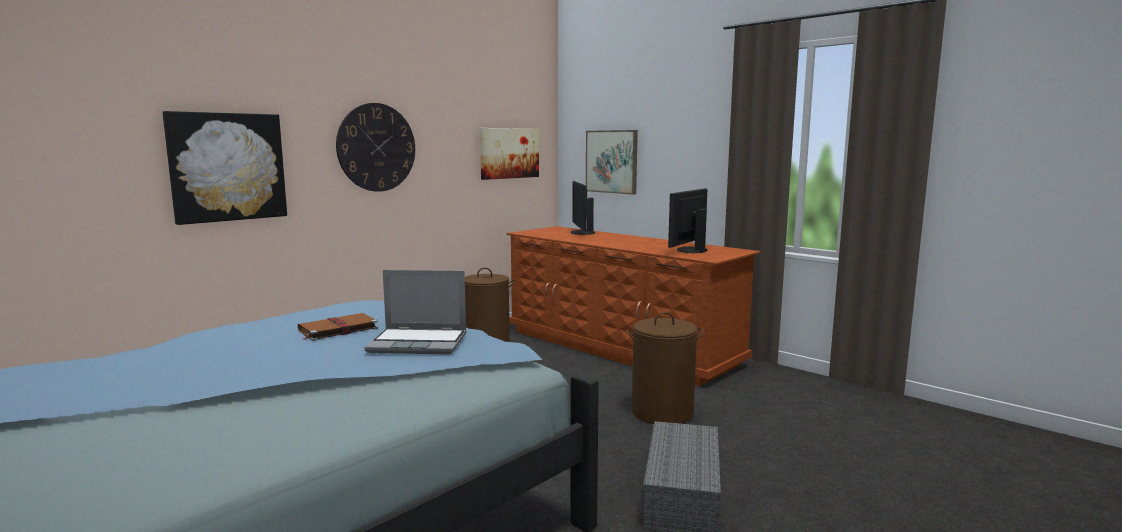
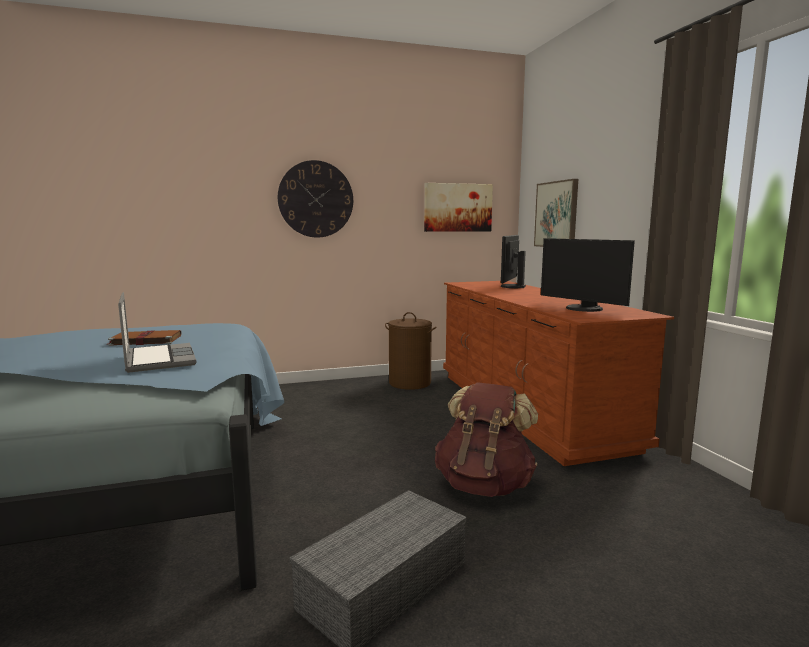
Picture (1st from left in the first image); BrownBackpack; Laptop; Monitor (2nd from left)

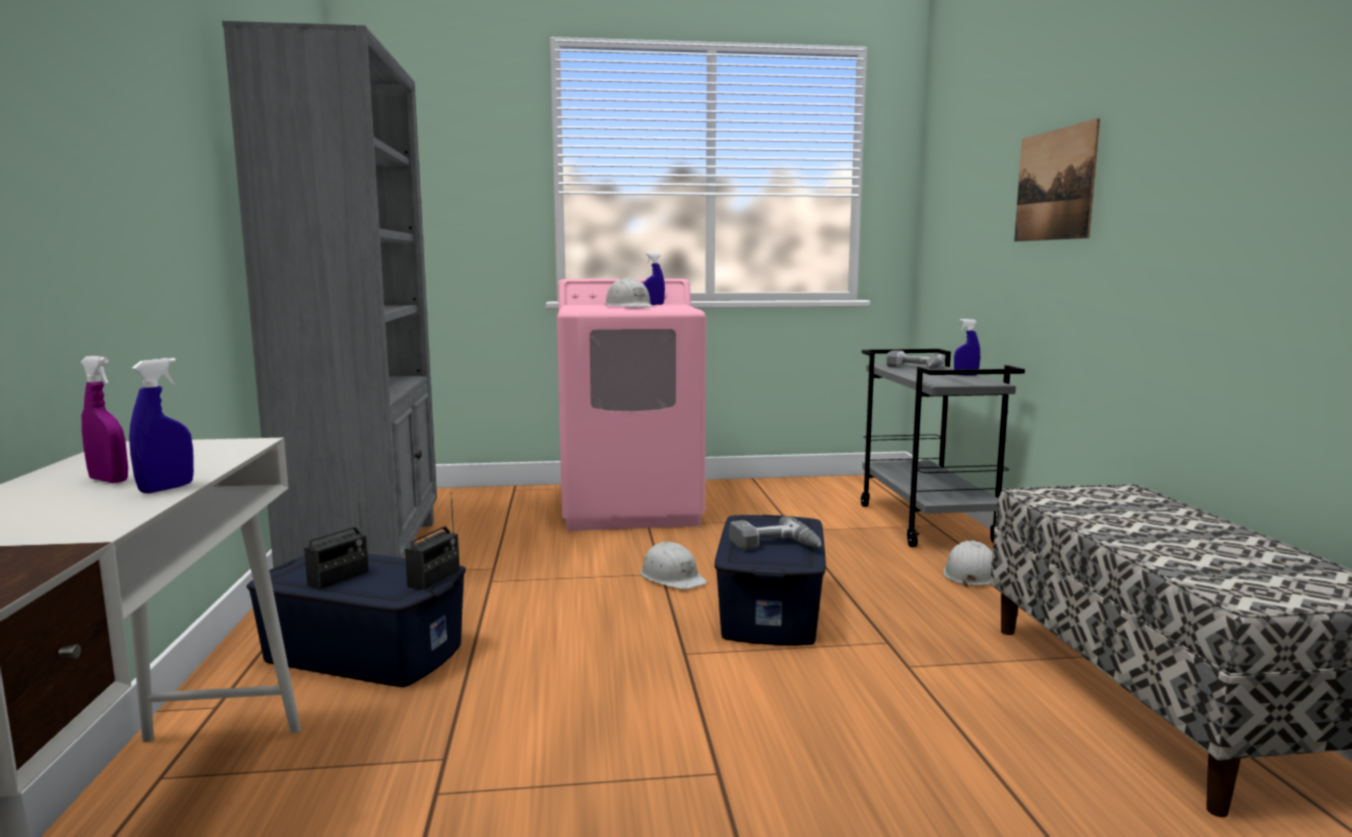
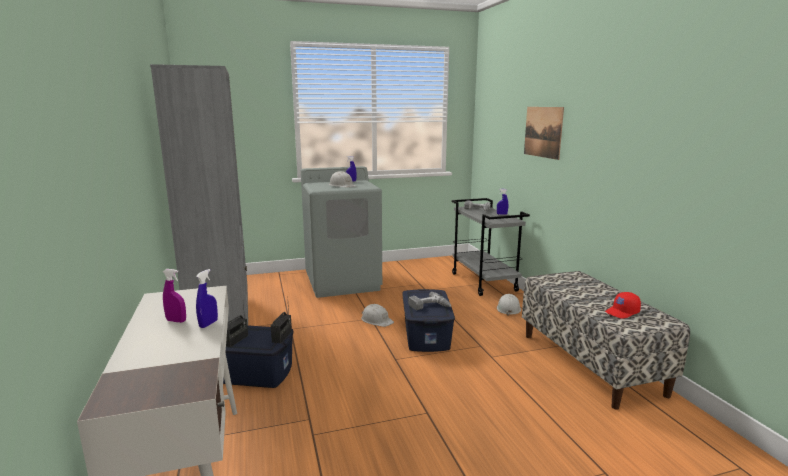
RedCap; GreyWashingMachine

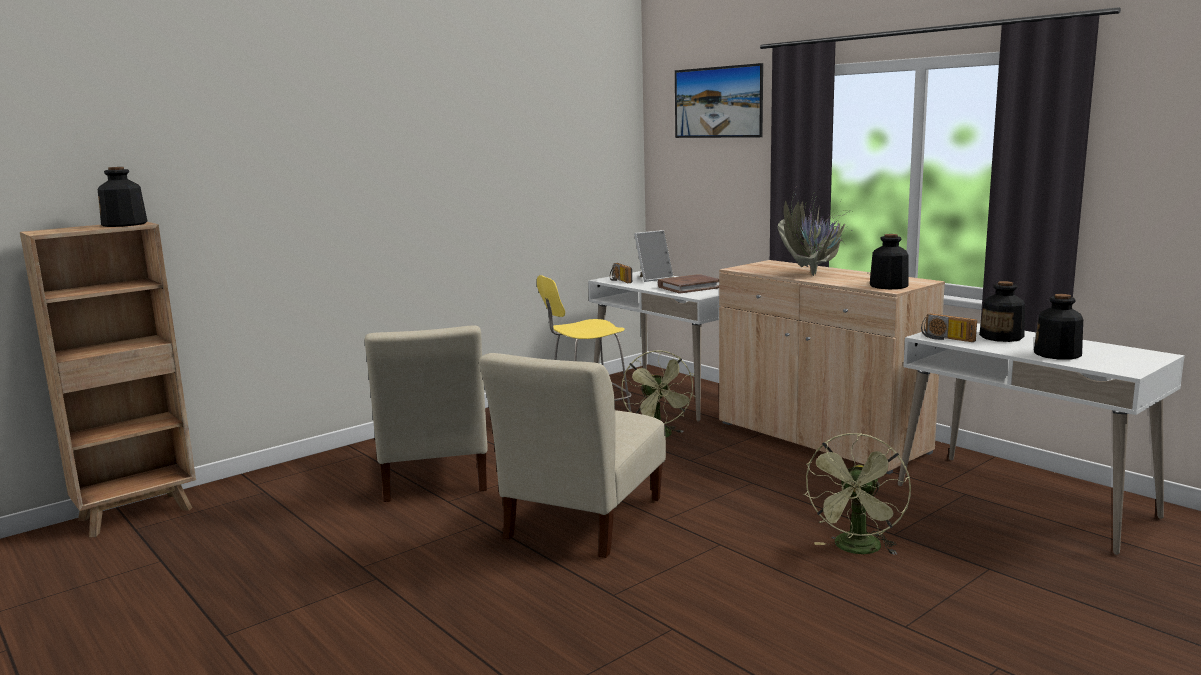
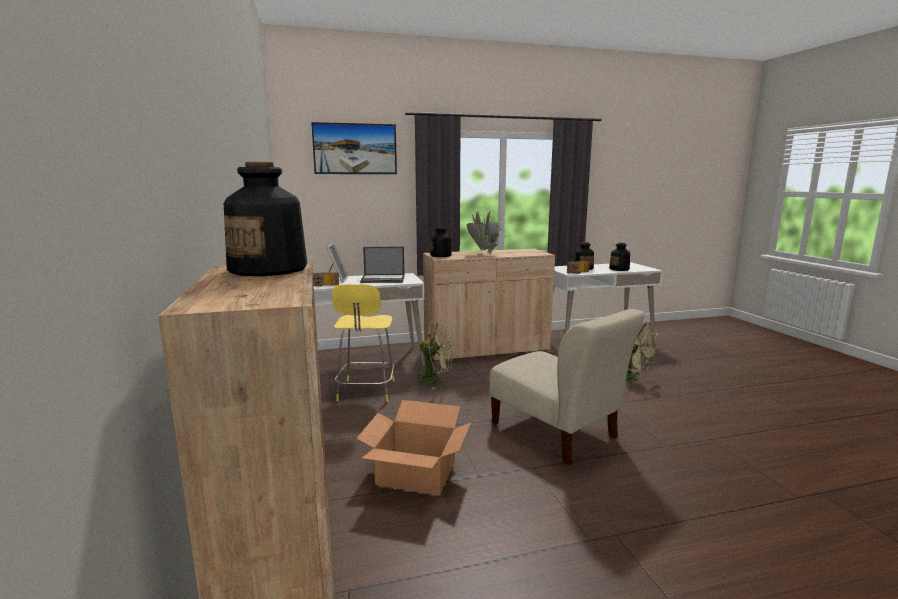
Bottle (2nd from left); CardboardBox; Laptop

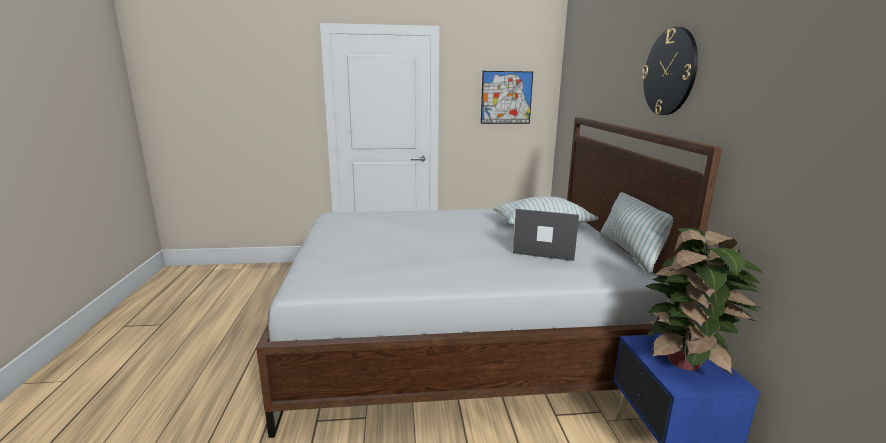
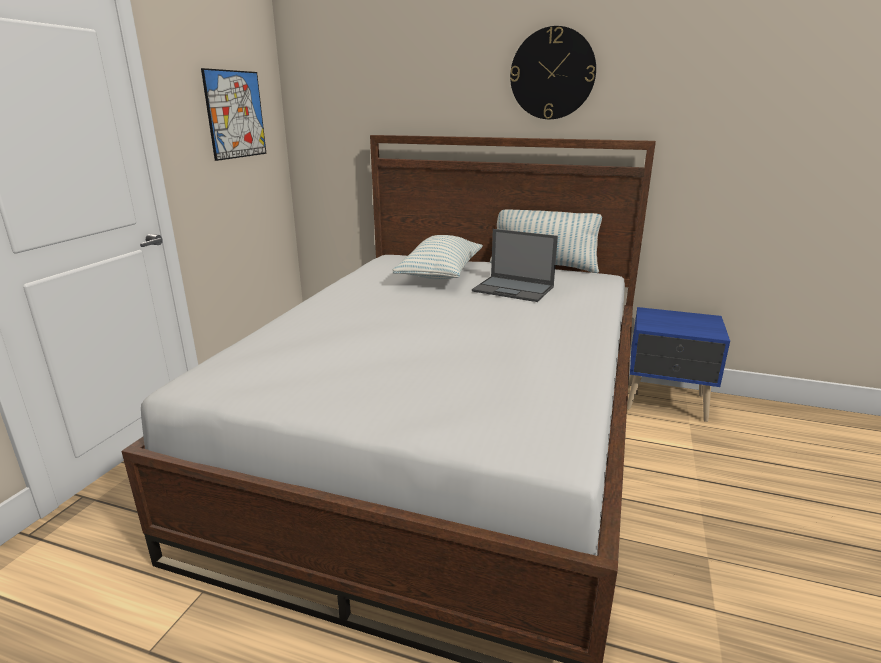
PottedPlant; Laptop

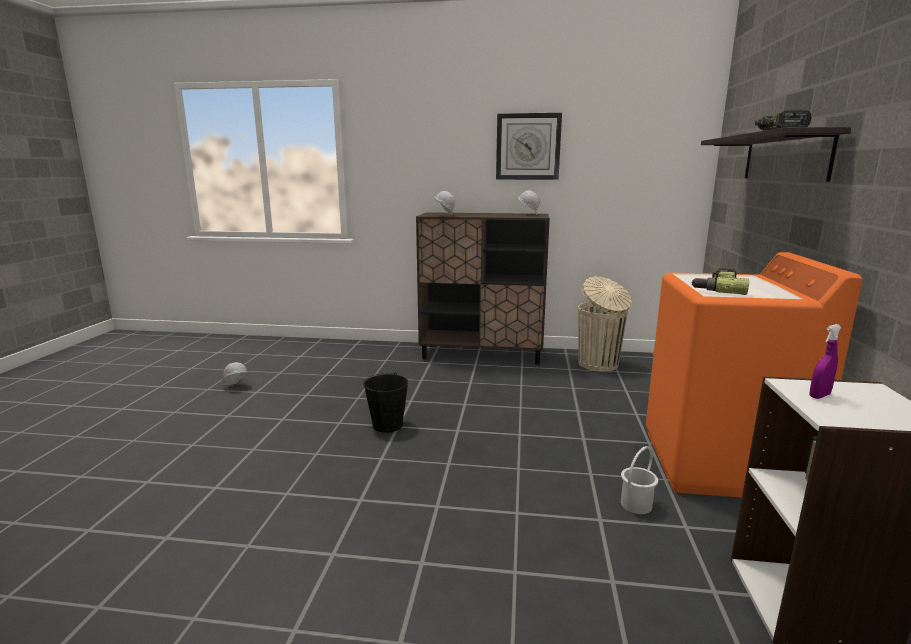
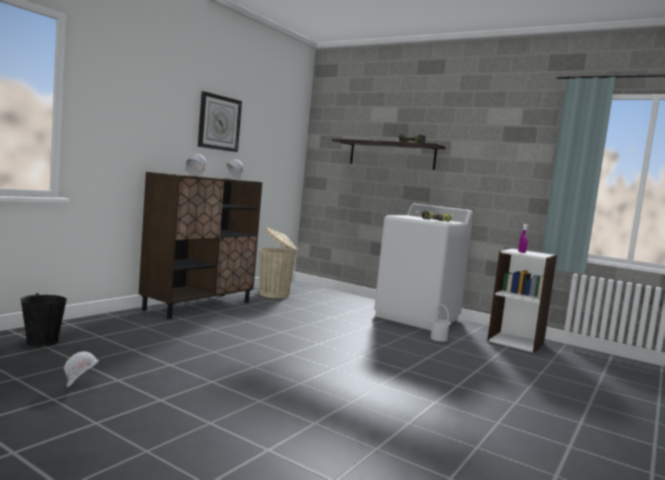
BlackBucket; WhiteWashingMachine

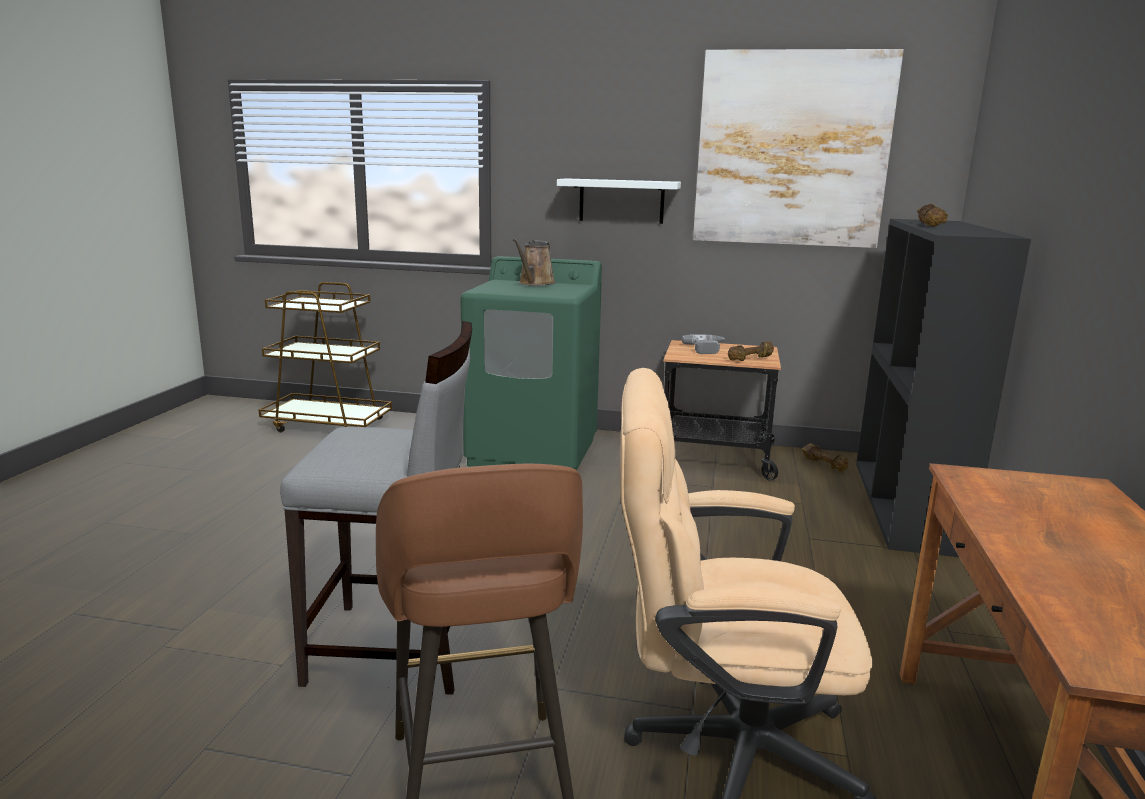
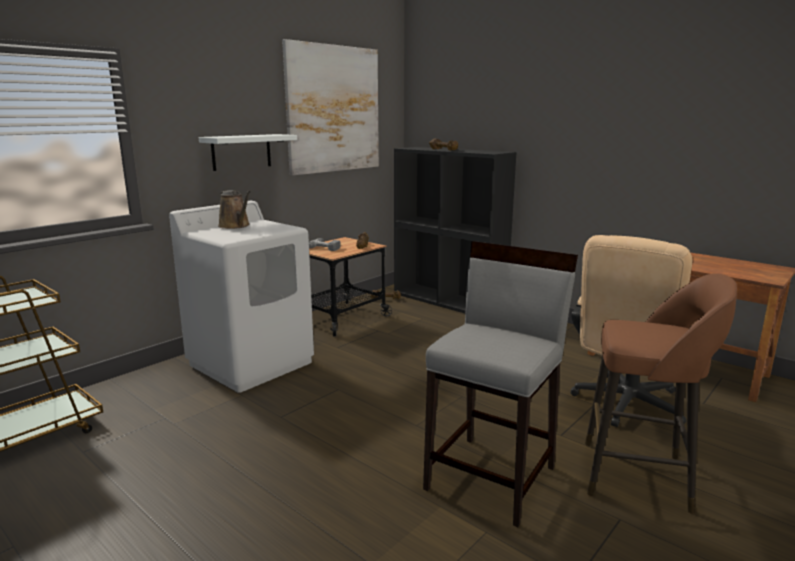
WhiteWashingMachine

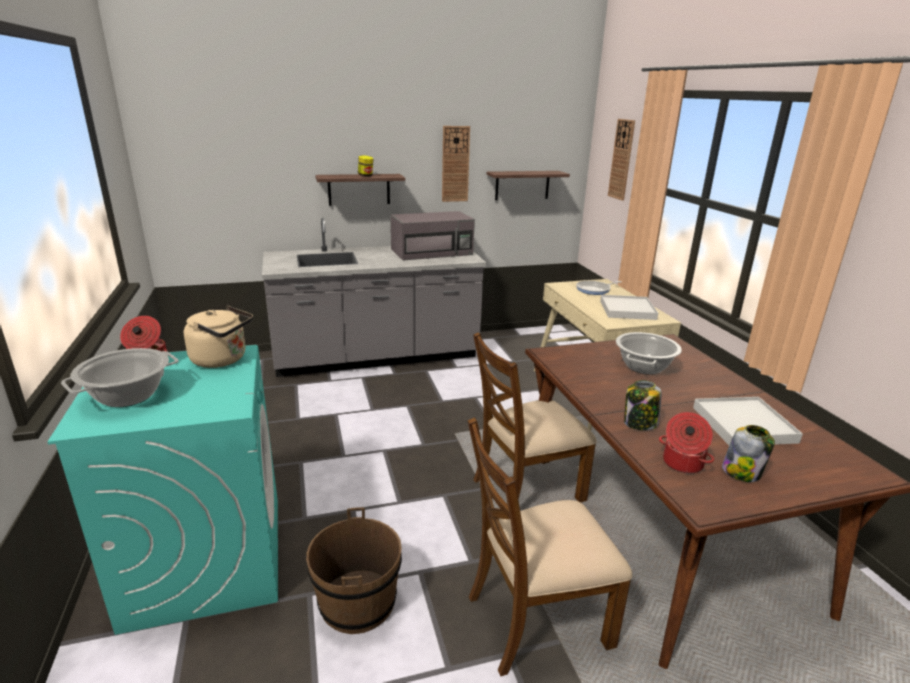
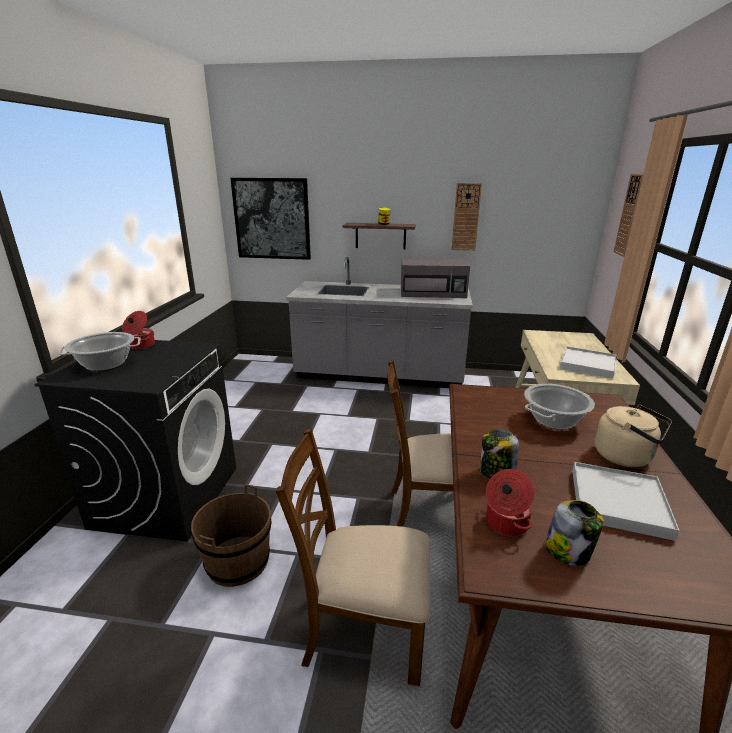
Shelf (2nd from left in the first image); FryingPan; Picture; BeigeKettle; BlackWashingMachine

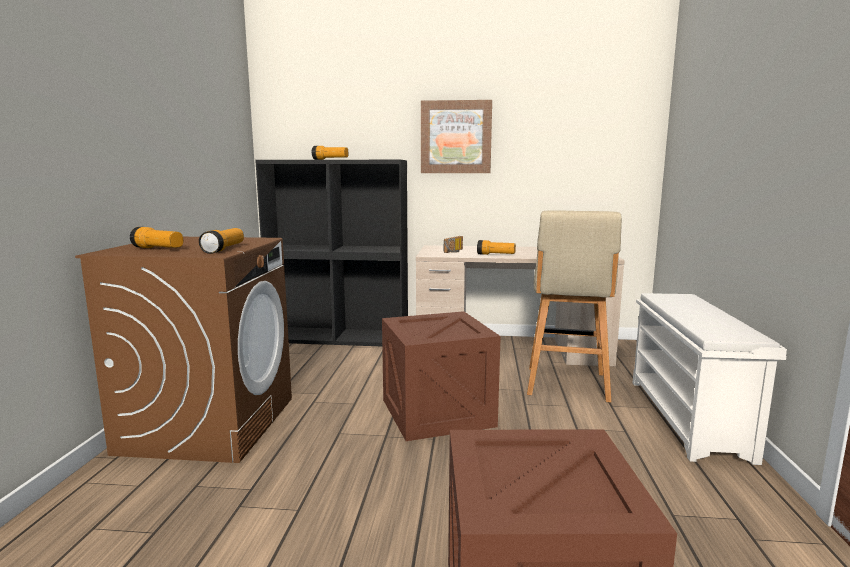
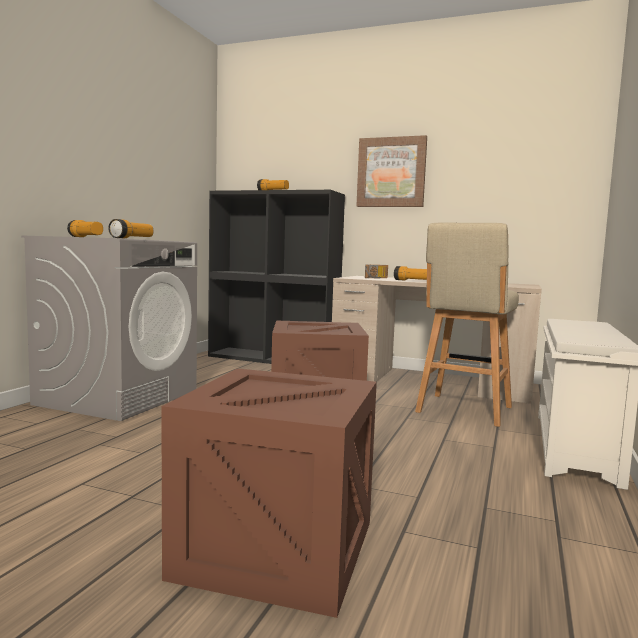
GreyWashingMachine

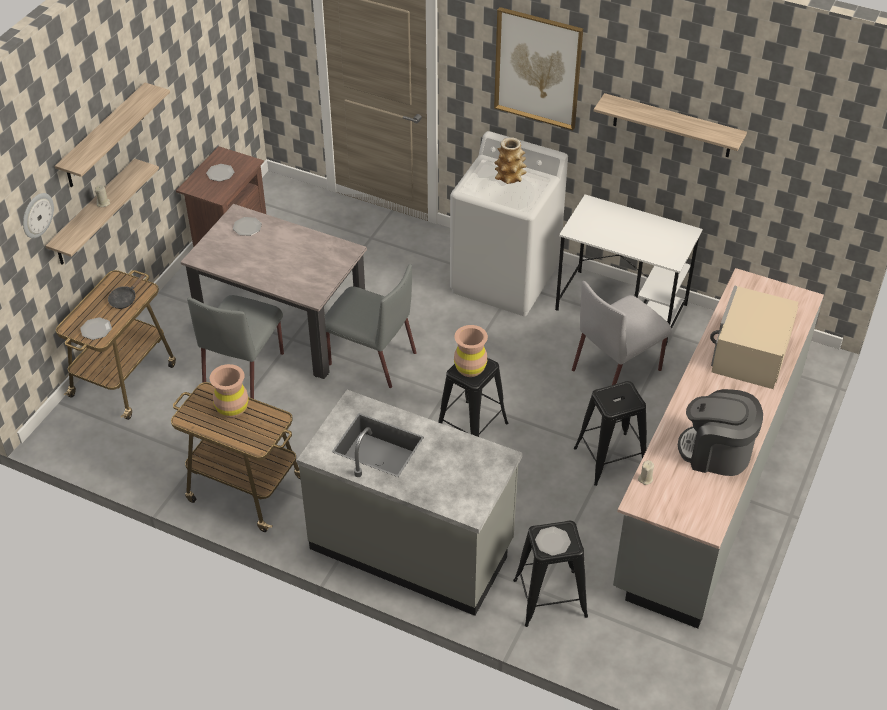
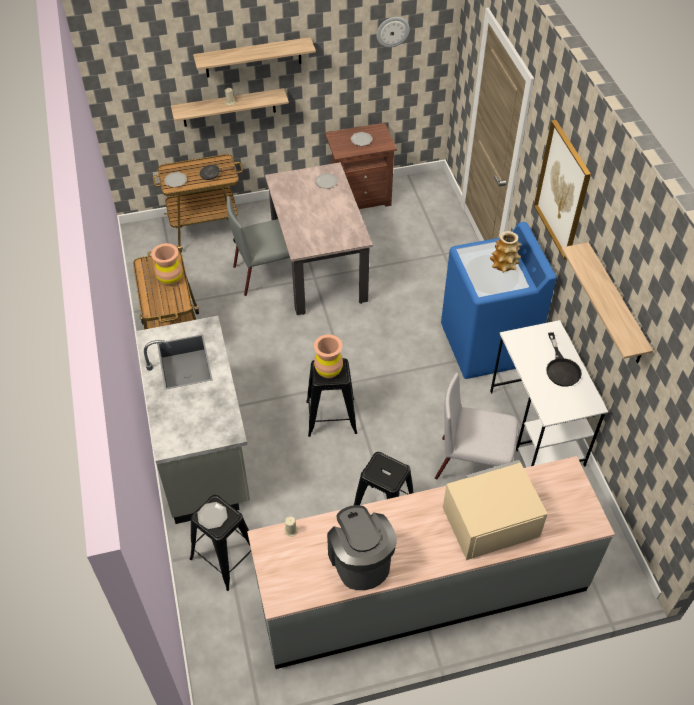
GreyChair (2nd from left in the first image); BlackFryingPan (2nd from left); WallClock; BlueWashingMachine

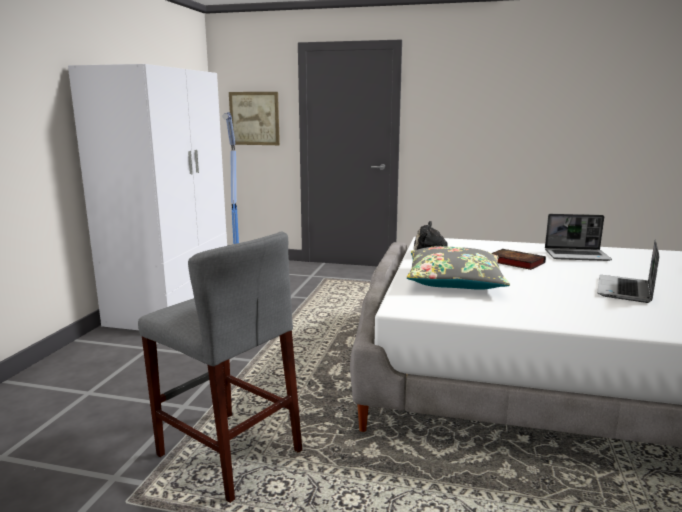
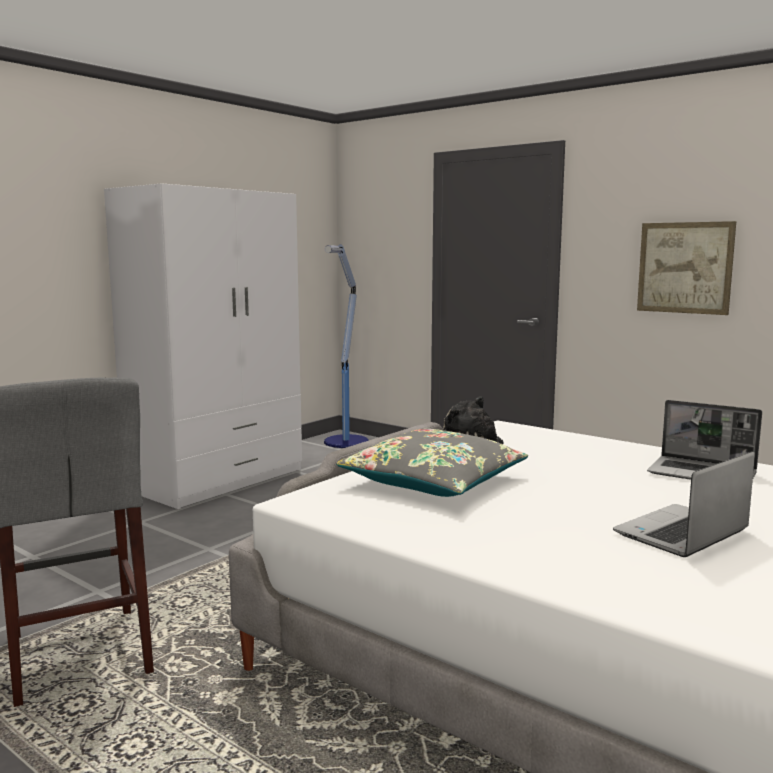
Book; Picture

